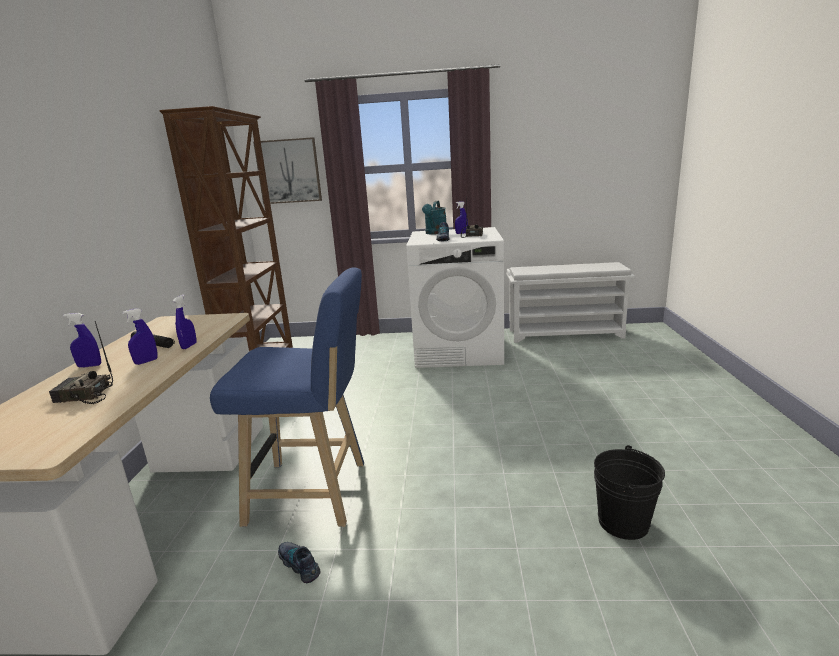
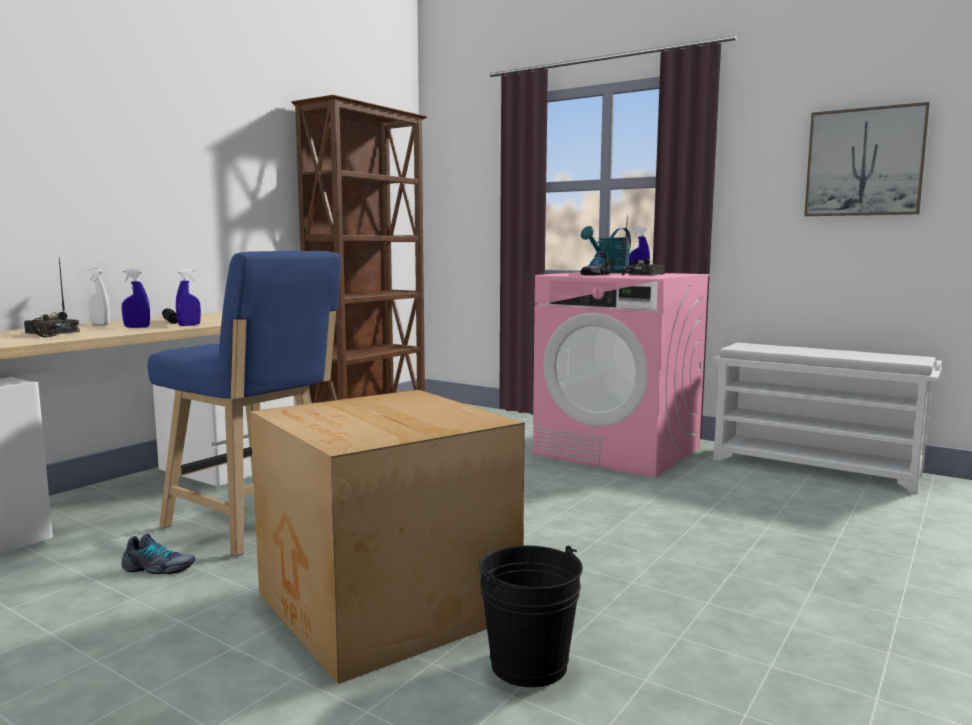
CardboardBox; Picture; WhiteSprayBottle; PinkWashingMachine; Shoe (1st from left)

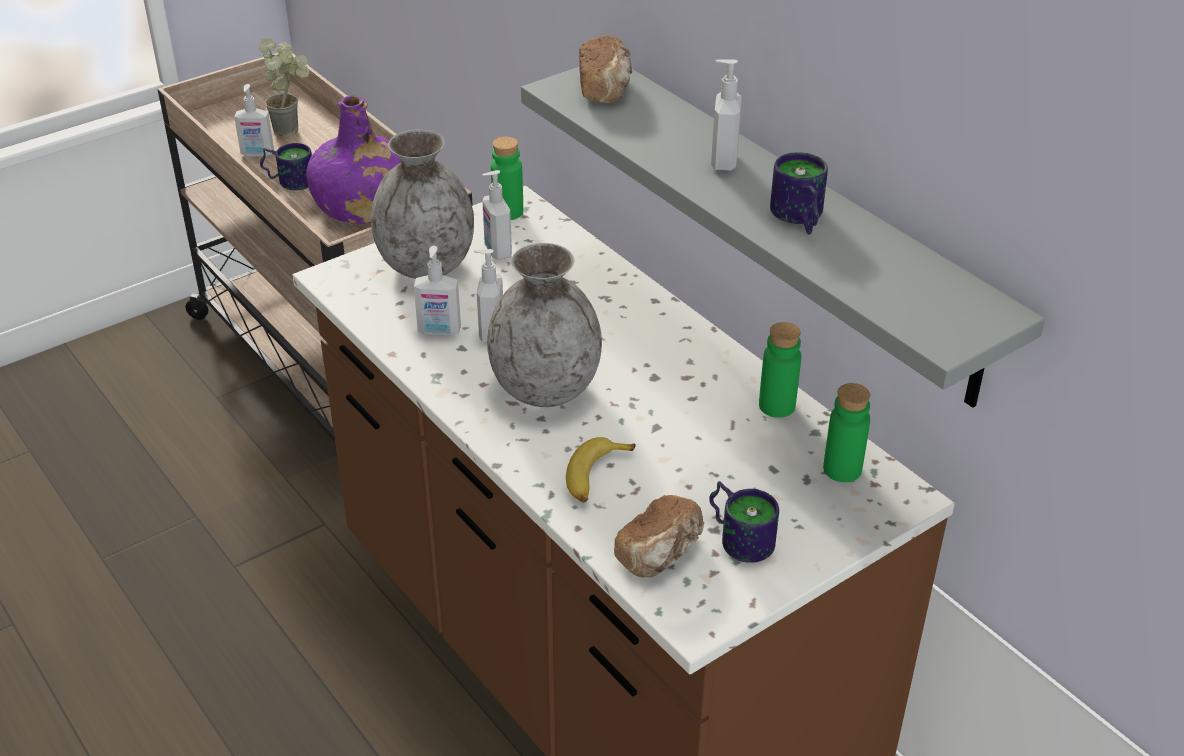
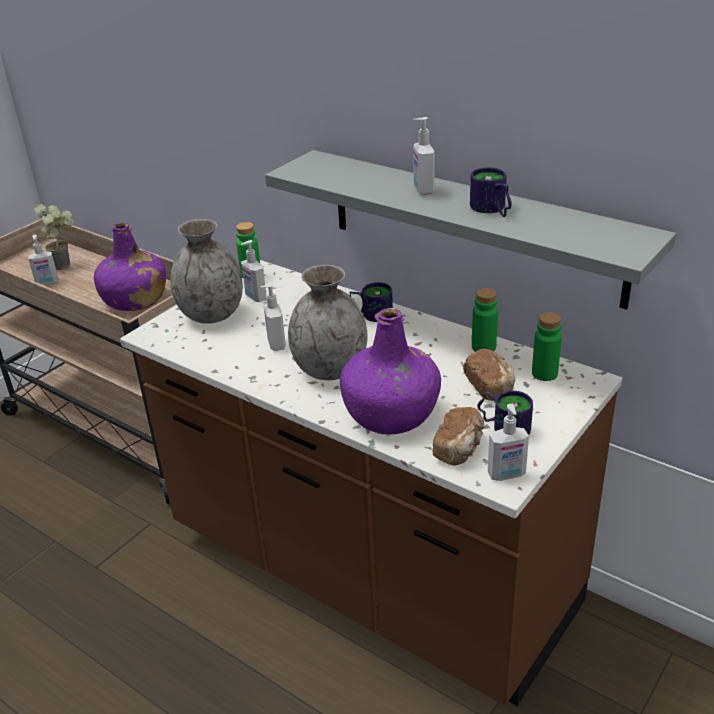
Mug (1st from left); SoapDispenser (5th from left); Bread (2nd from left); PurpleBottle (2nd from left)

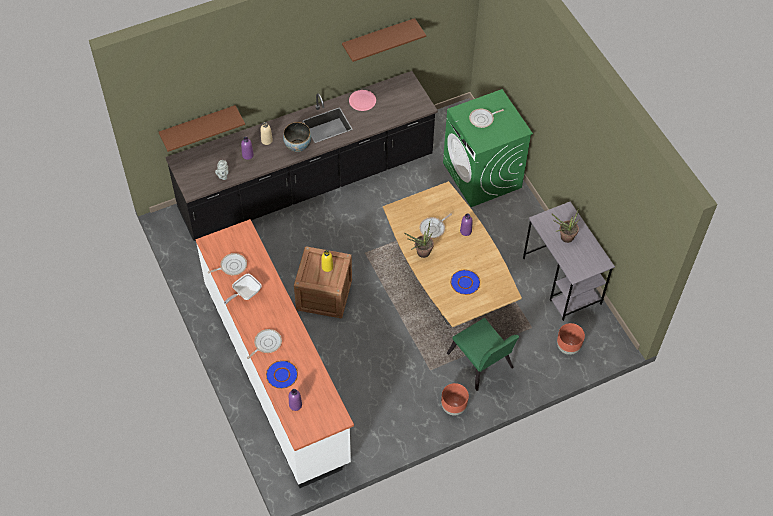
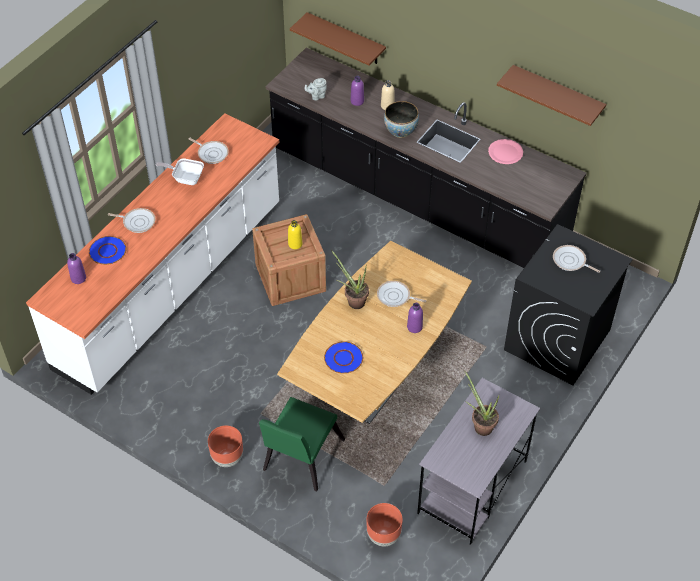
BlackWashingMachine

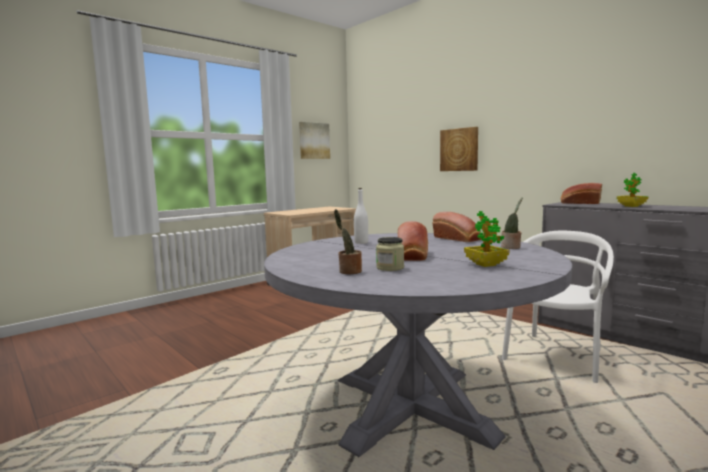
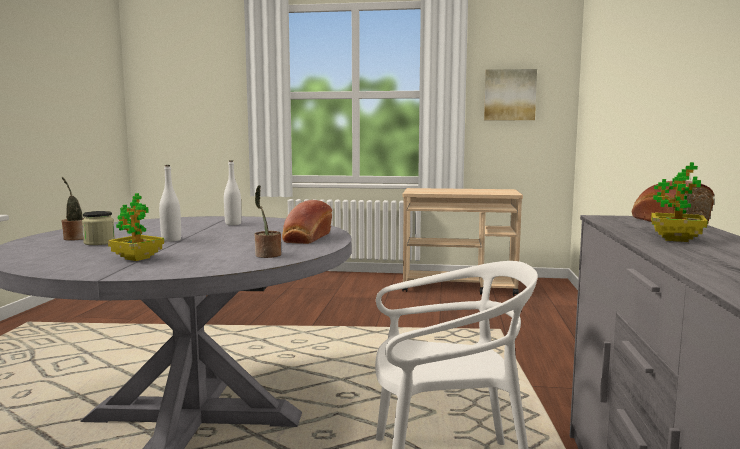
Picture (2nd from left in the first image); WhiteBottle (1st from left)

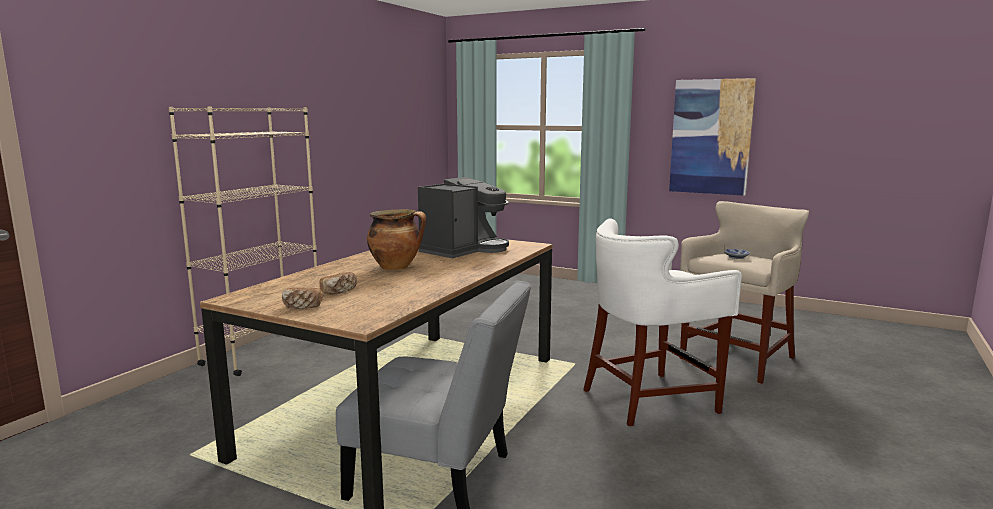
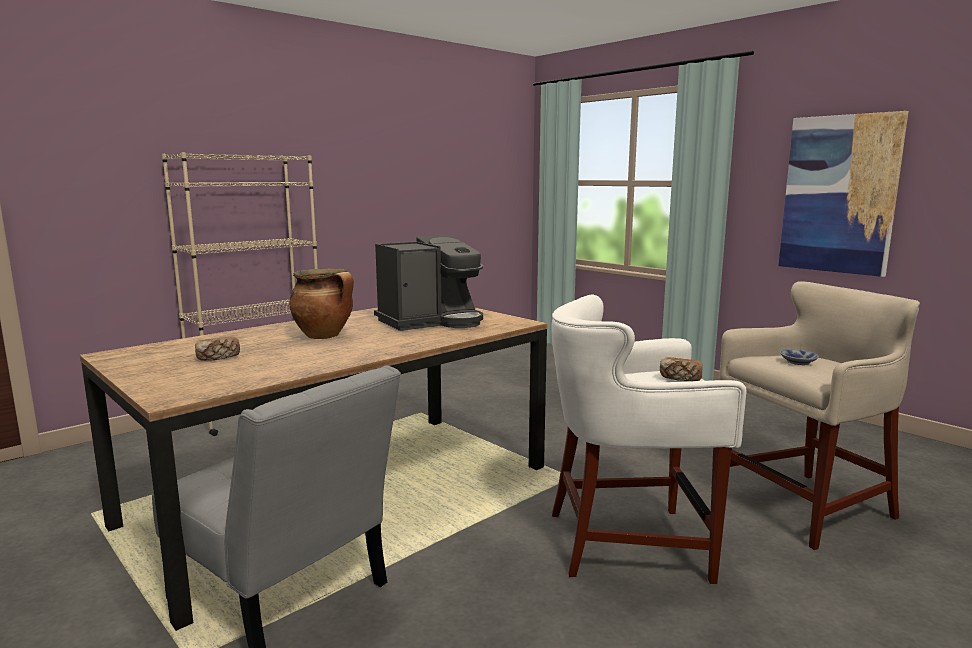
Bread (2nd from left)

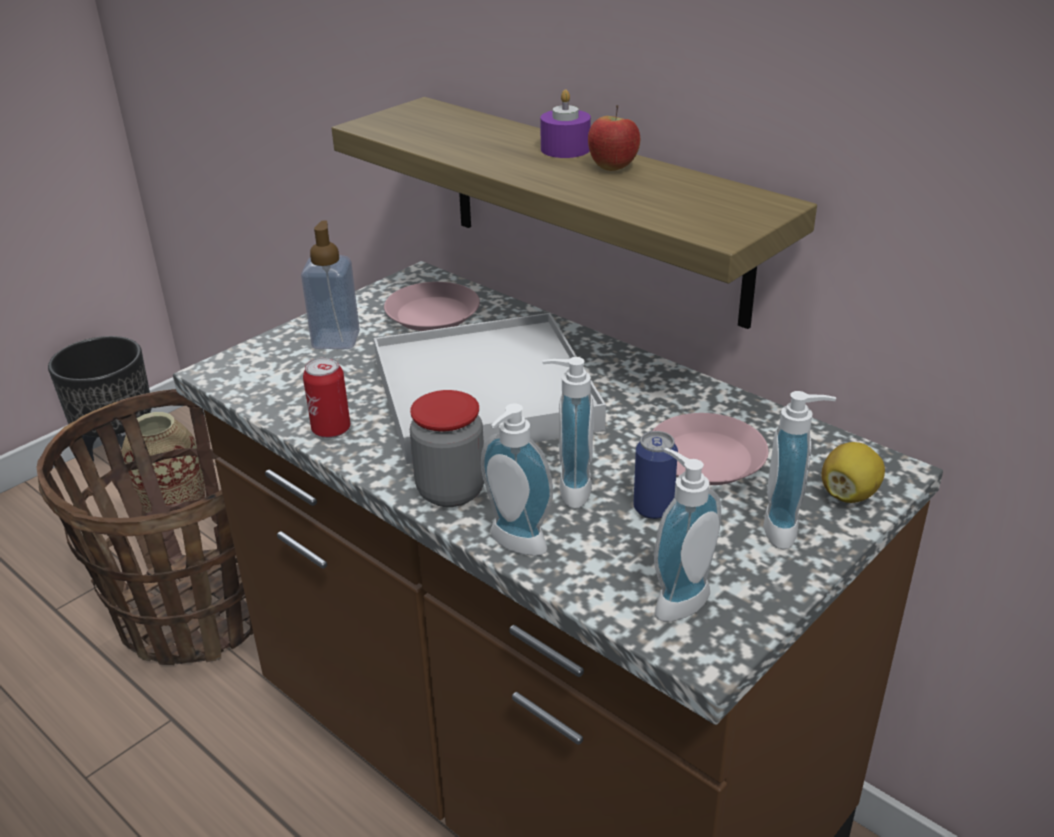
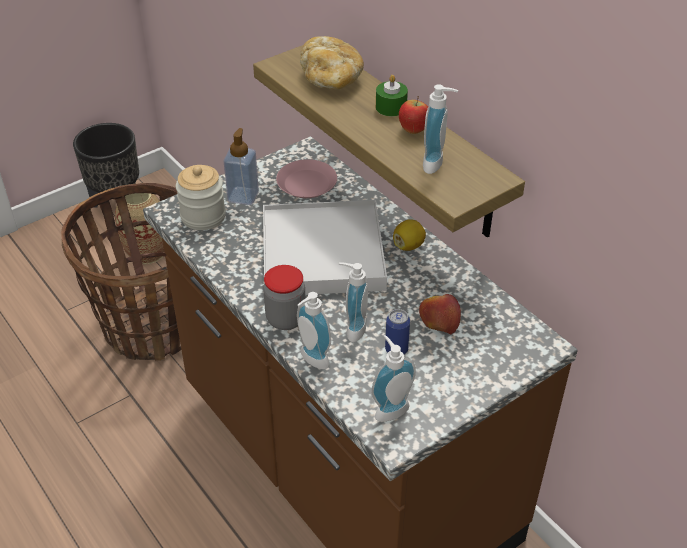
Can (1st from left in the first image); Jar (1st from left); Bread; SoapDispenser (5th from left); Lemon; Apple (2nd from left); GreenCandle

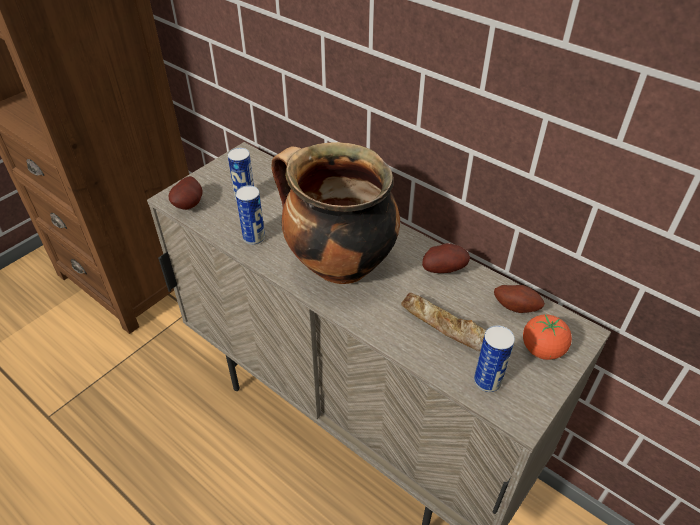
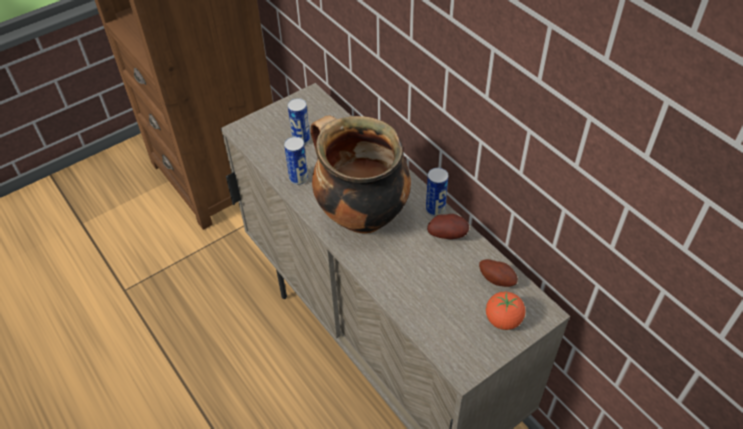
Potato (1st from left in the first image); Bread; Can (3rd from left)

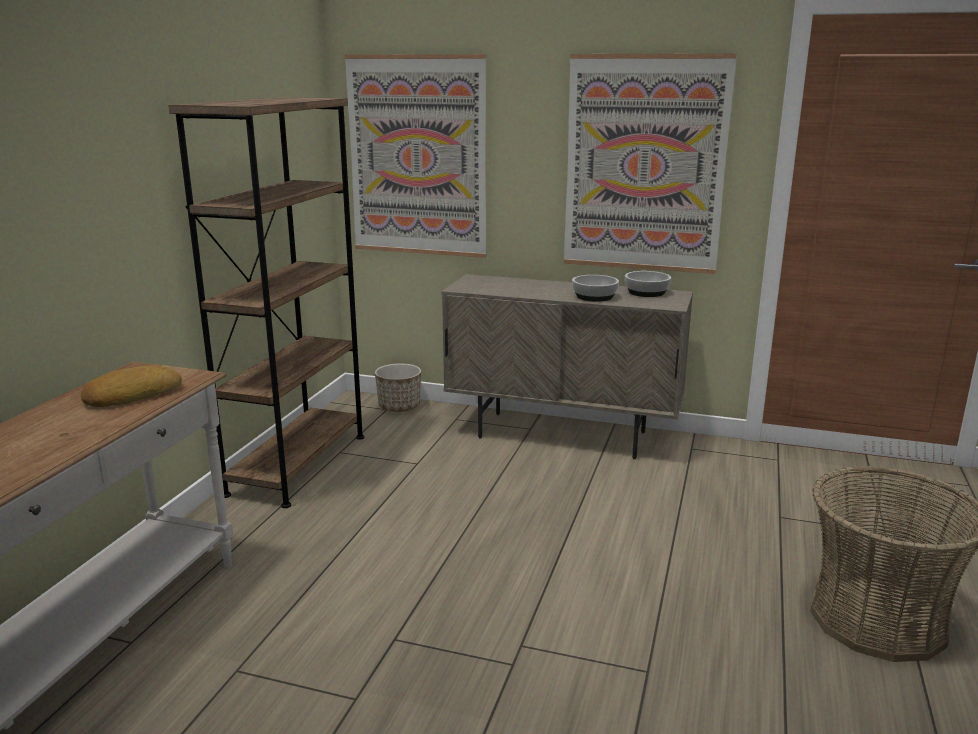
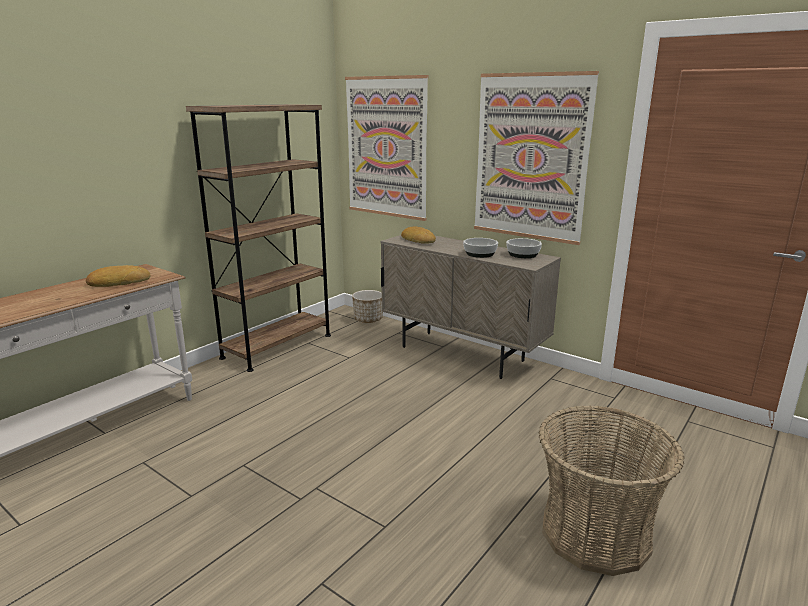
Bread (2nd from left)

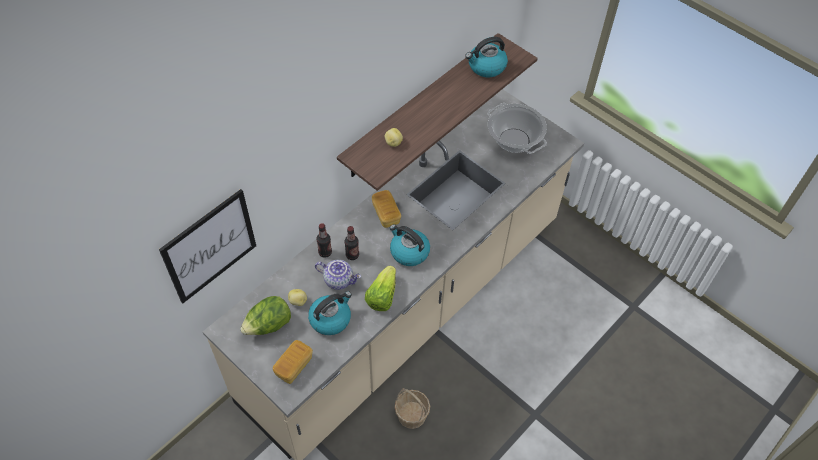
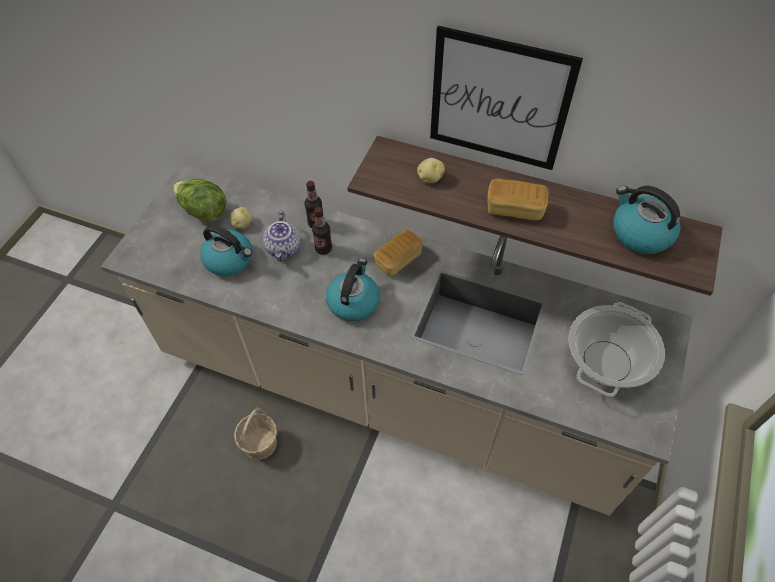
Lettuce (2nd from left in the first image); Picture; Bread (2nd from left)

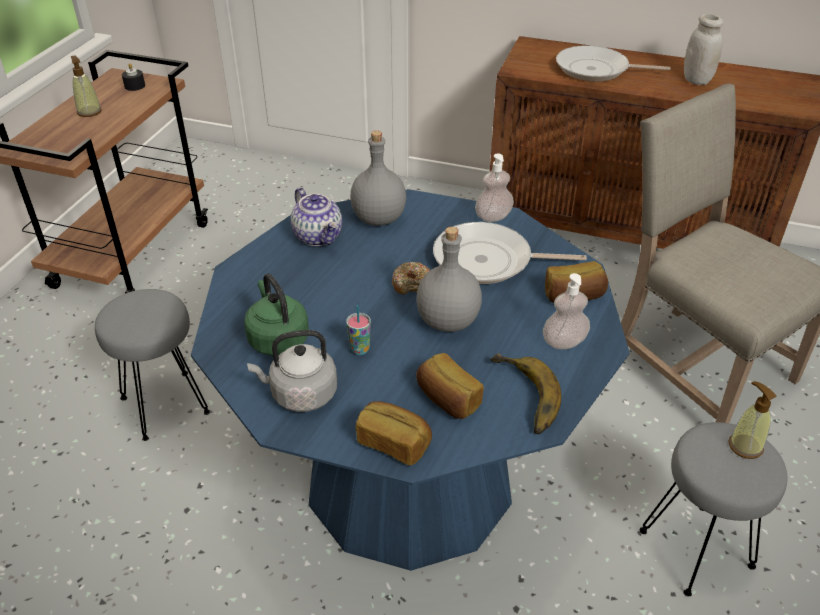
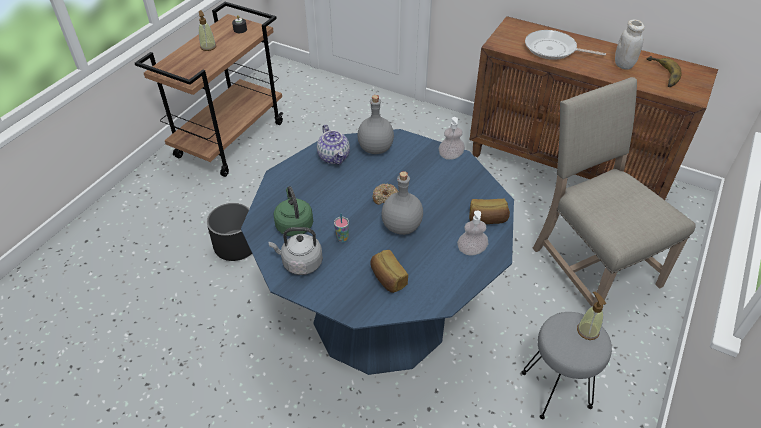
Bread (1st from left in the first image); FryingPan (1st from left in the first image); Banana; BlackPlanter

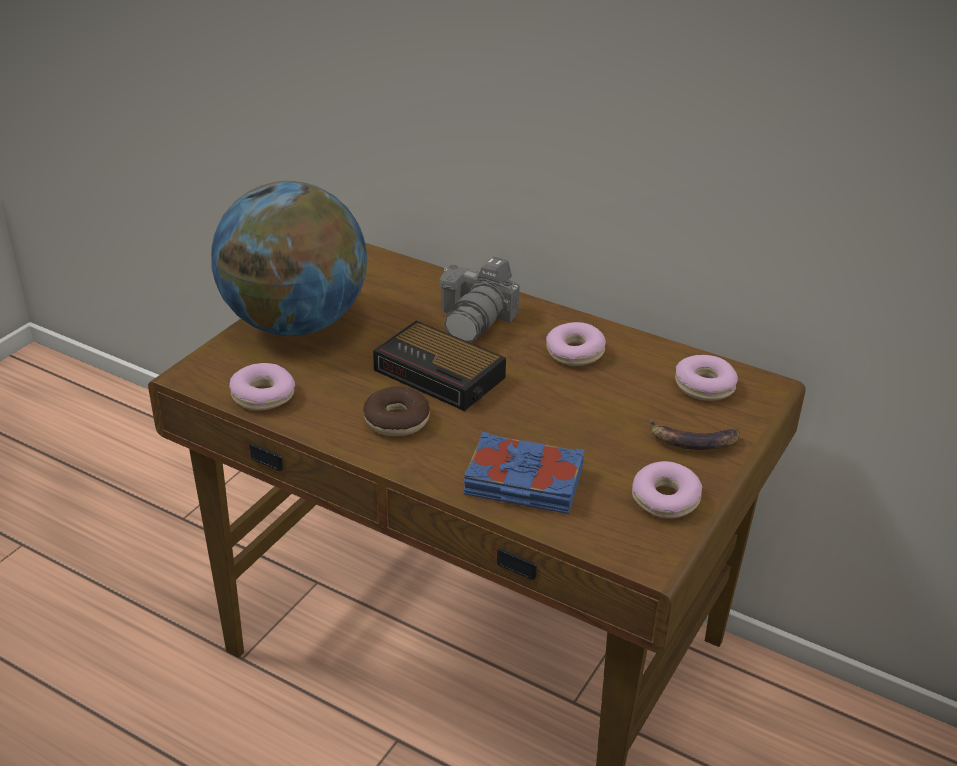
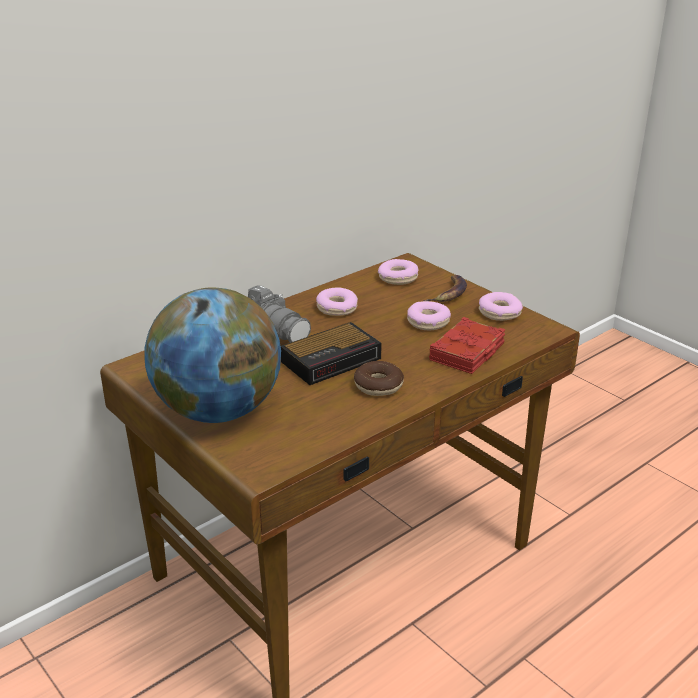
Donut (4th from left); RedBook

